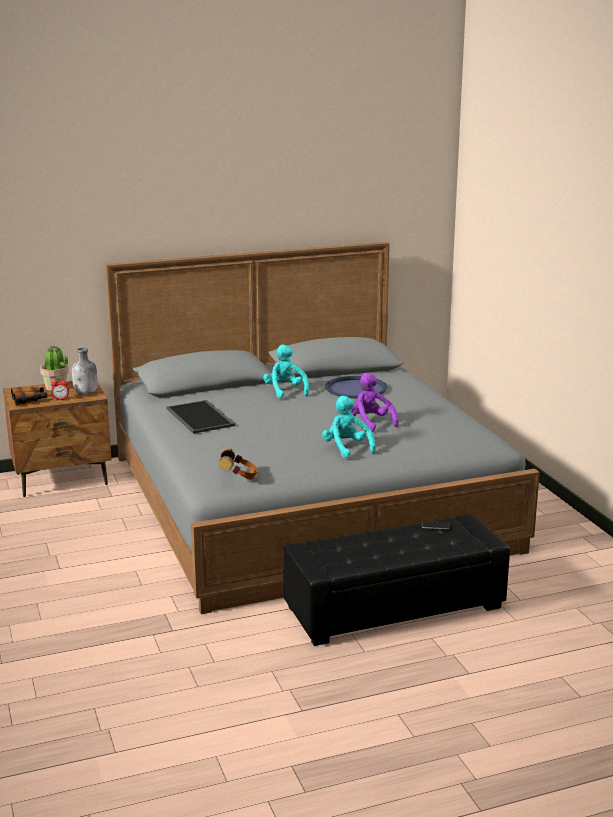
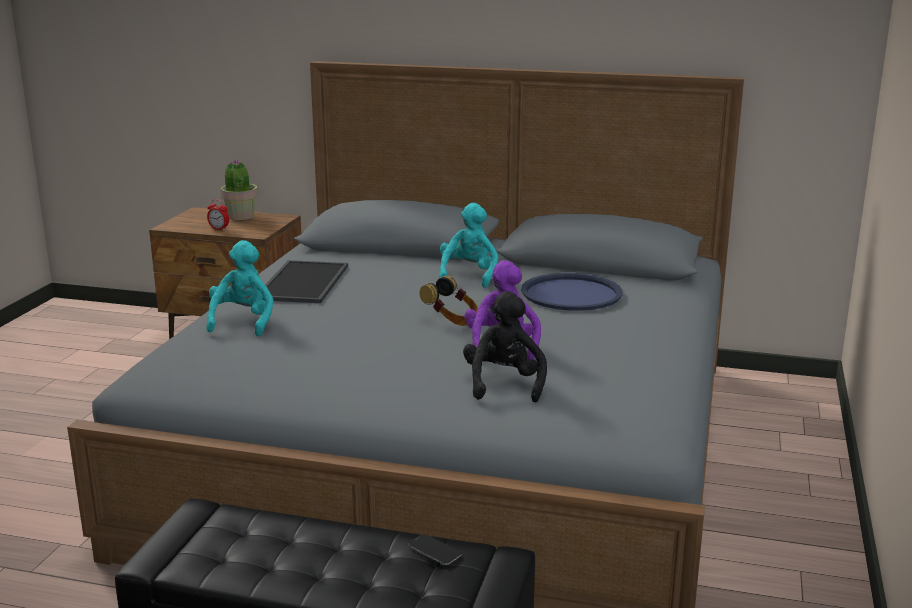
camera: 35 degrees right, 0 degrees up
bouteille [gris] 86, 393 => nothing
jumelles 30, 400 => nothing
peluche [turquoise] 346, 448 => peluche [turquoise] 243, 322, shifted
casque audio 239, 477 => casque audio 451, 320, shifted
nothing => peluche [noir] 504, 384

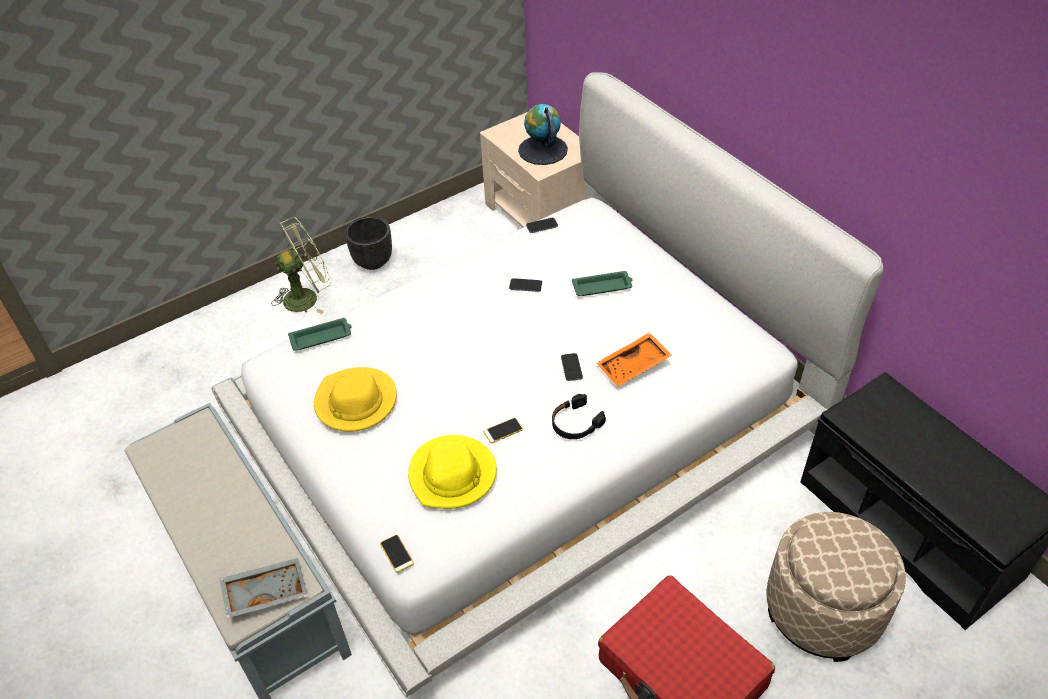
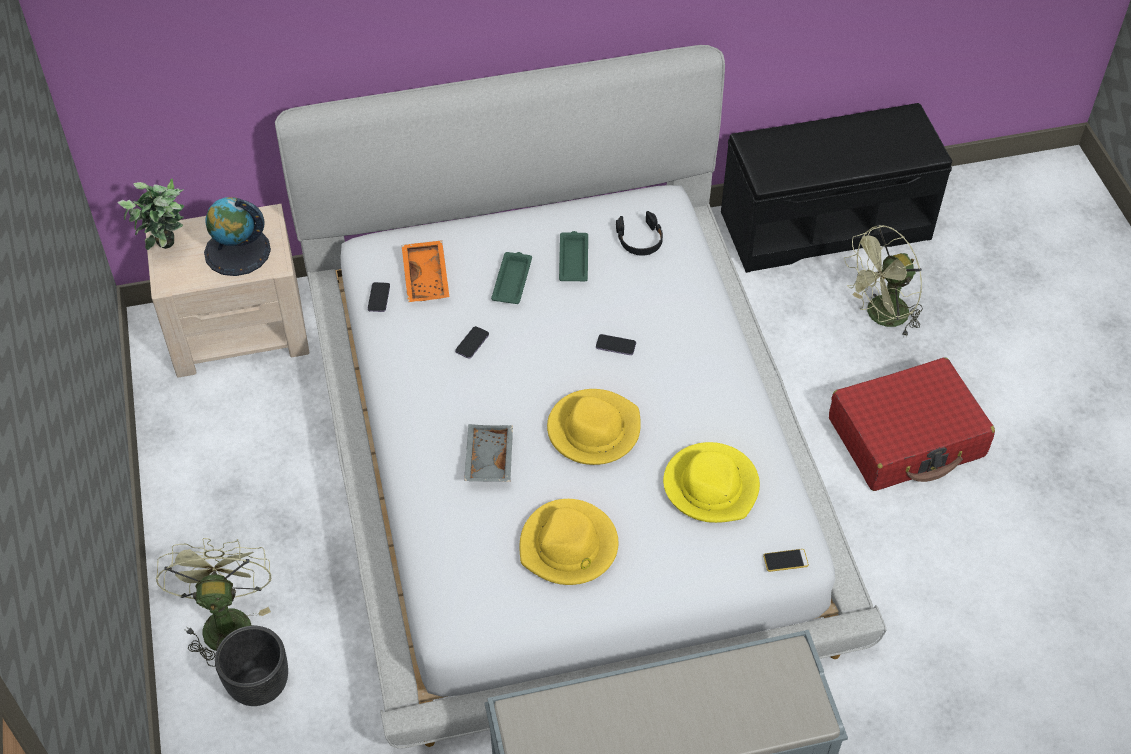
camera: 70 degrees left, 5 degrees up
cache-pot [noir] 373, 261 => cache-pot [noir] 259, 684, shifted
plateau [vert] 322, 337 => plateau [vert] 573, 259, shifted
plateau [orange] 634, 366 => plateau [orange] 427, 278, shifted
casque audio [noir] 575, 423 => casque audio [noir] 640, 240, shifted
téléphone 503, 430 => nothing
pouf [beige] 823, 610 => ventilateur [vert] 880, 317
plateau [gris] 266, 591 => plateau [gris] 487, 459, shifted
nothing => plante en pot 168, 252
nothing => chapeau [jaune] 593, 430

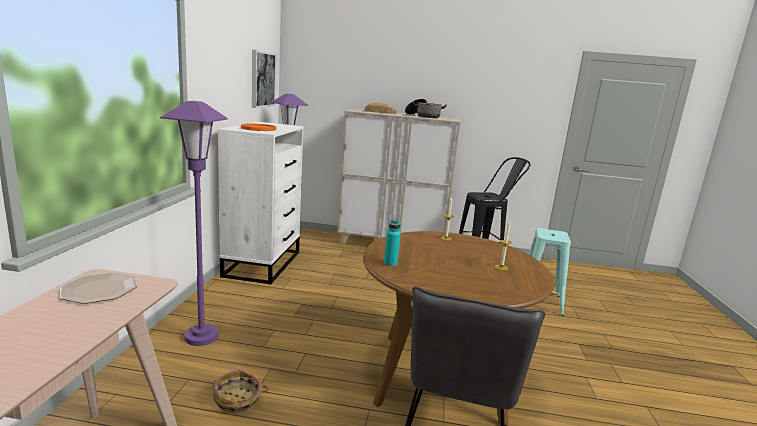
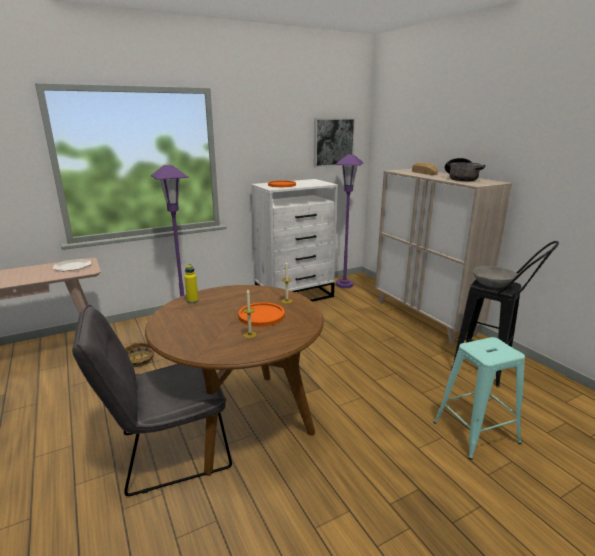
camera: 55 degrees right, 5 degrees up
bouteille [turquoise] 390, 263 => bouteille [jaune] 192, 301
nothing => bol [gris] 492, 284
nothing => assiette [orange] 261, 315

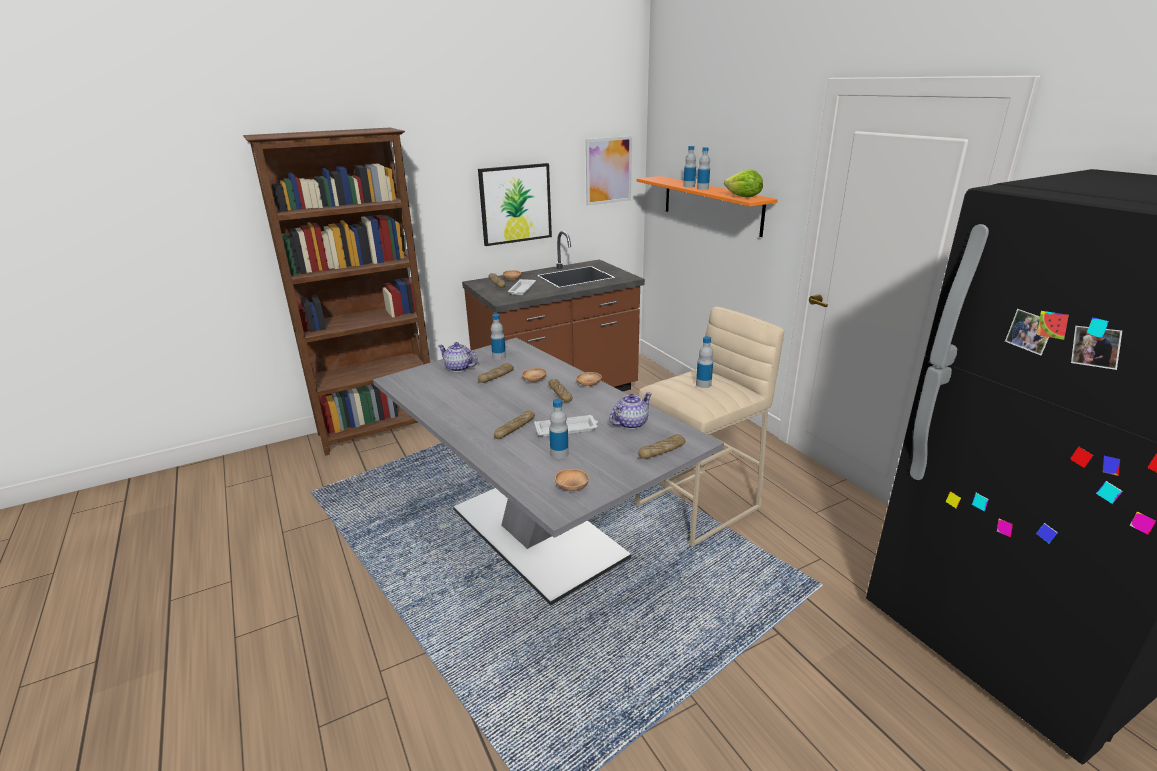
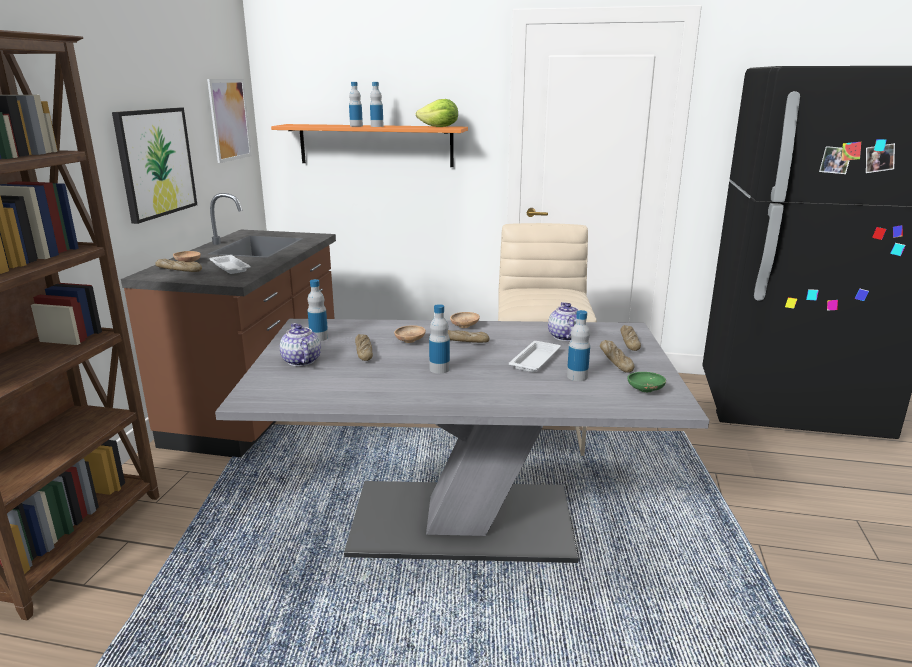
camera: 50 degrees left, 5 degrees down
bouteille 703, 384 => bouteille 439, 369, shifted
théière 459, 368 => théière 301, 361, 90 degrees clockwise
pain 515, 429 => pain 615, 361, shifted
bol [marron] 572, 487 => bol [vert] 645, 390

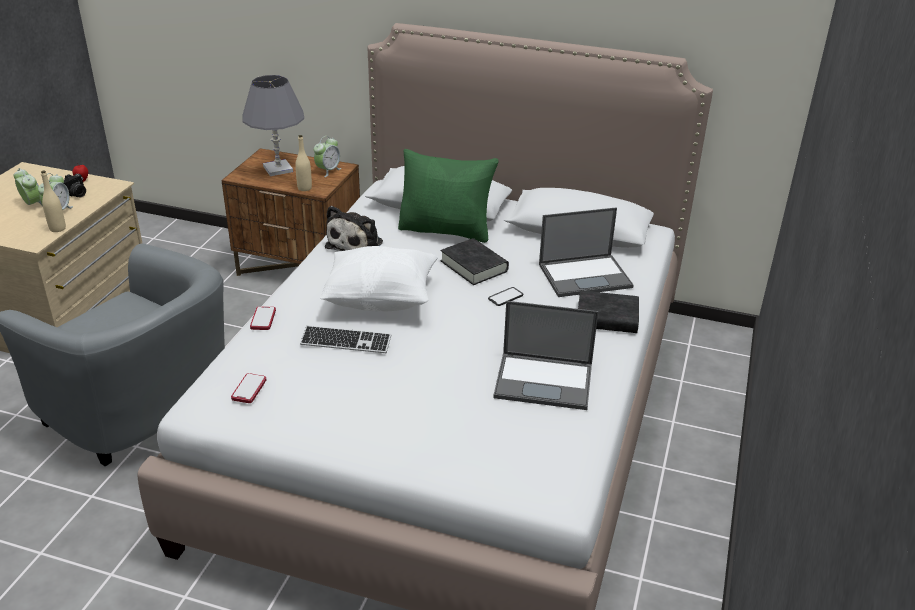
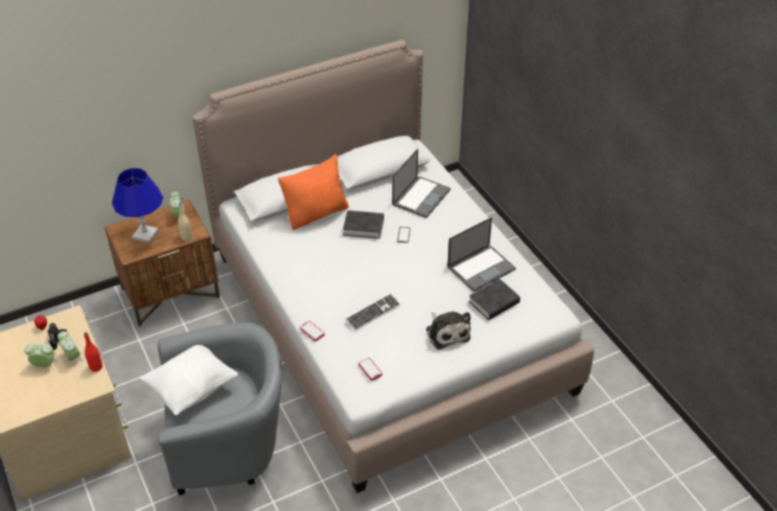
camera: 45 degrees left, 10 degrees up
lampe de table [gris] 278, 169 => lampe de table [bleu] 145, 234
coussin [vert] 446, 230 => coussin [orange] 316, 213
bouteille [beige] 57, 228 => bouteille [rouge] 96, 367
peluche 357, 243 => peluche 447, 332, shifted
coussin [blanc] 381, 299 => coussin [blanc] 192, 388, shifted
livre [noir] 607, 318 => livre [noir] 494, 302, shifted

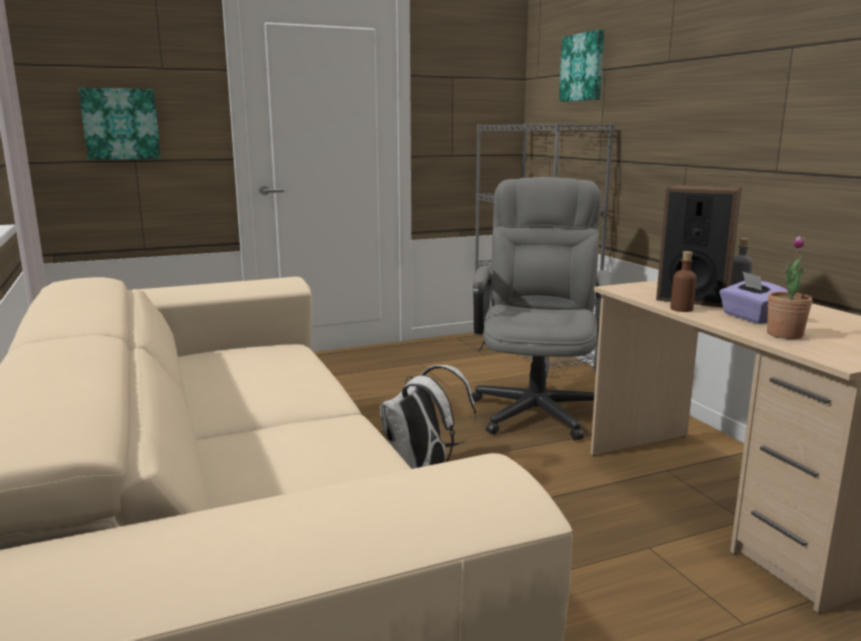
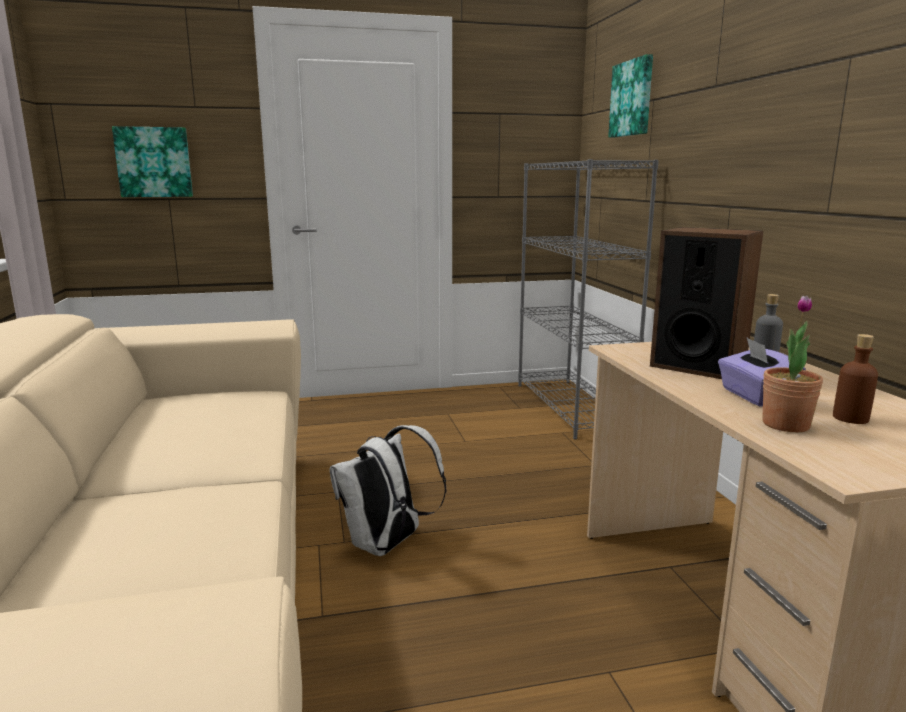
camera: 10 degrees right, 0 degrees up
chaise de bureau [gris] 537, 406 => nothing
bouteille [marron] 681, 309 => bouteille [marron] 850, 418, shifted

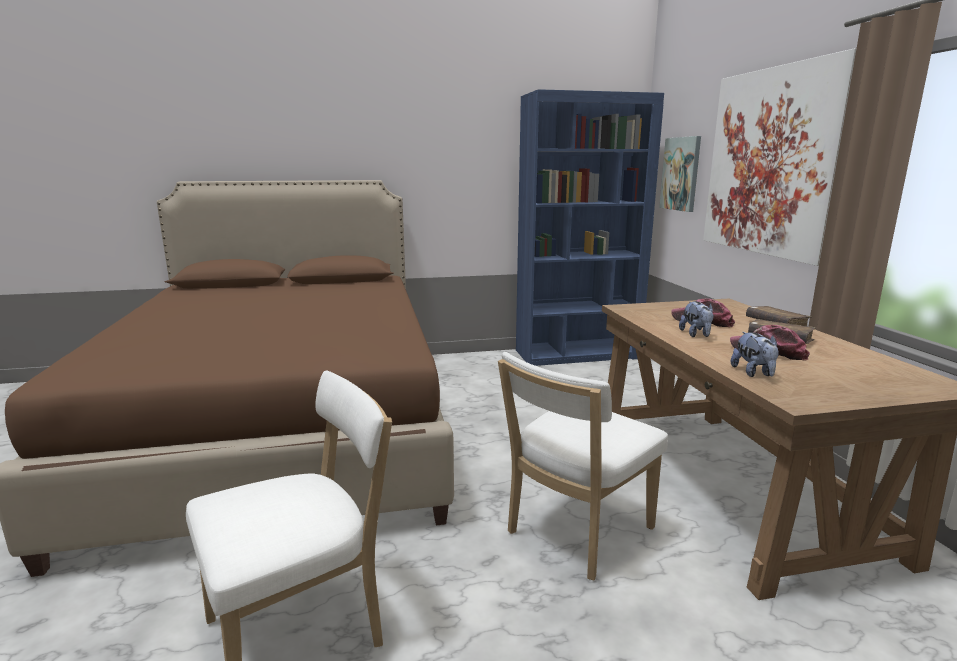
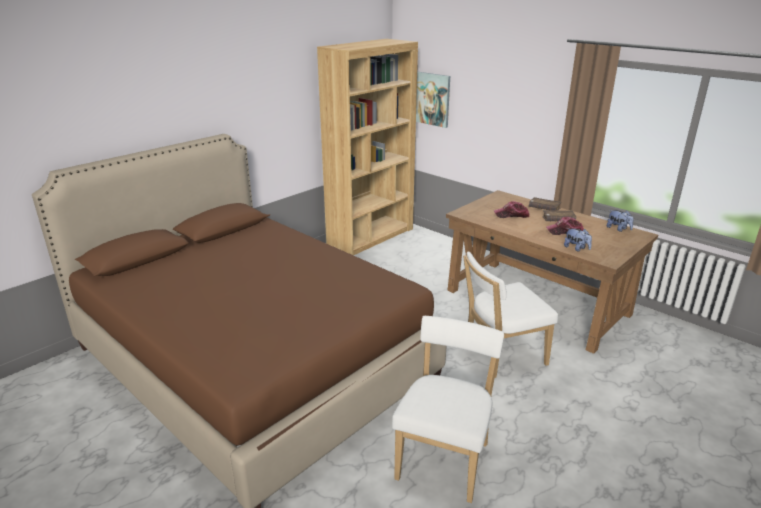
camera: 35 degrees left, 10 degrees up
tableau 771, 162 => nothing
bibliothèque [bleu] 577, 354 => bibliothèque [marron] 371, 236
peluche 696, 335 => peluche 618, 229, shifted
chaise [blanc] 575, 533 => chaise [blanc] 501, 356, 60 degrees clockwise

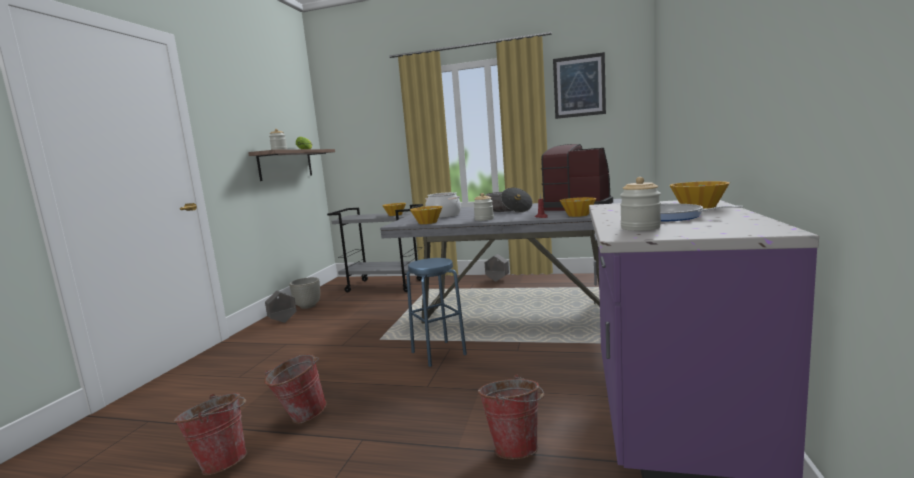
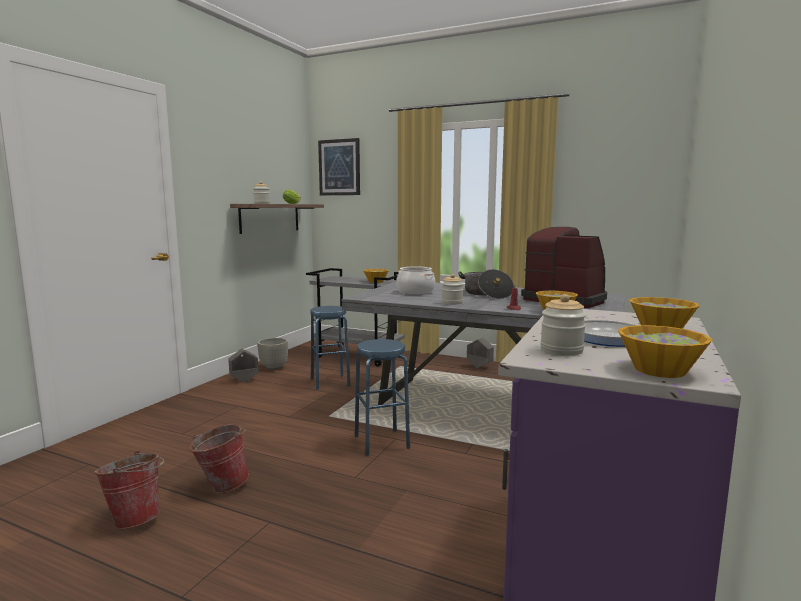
camera: 10 degrees right, 0 degrees up
tableau 579, 86 => tableau 339, 167, shifted
bol 428, 222 => bol 660, 370, shifted
seau 514, 446 => nothing
nothing => tabouret [bleu] 330, 382

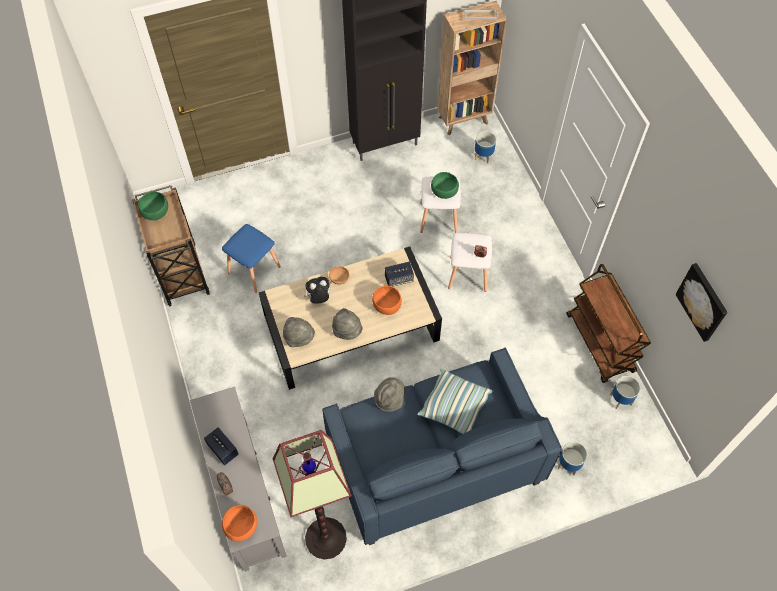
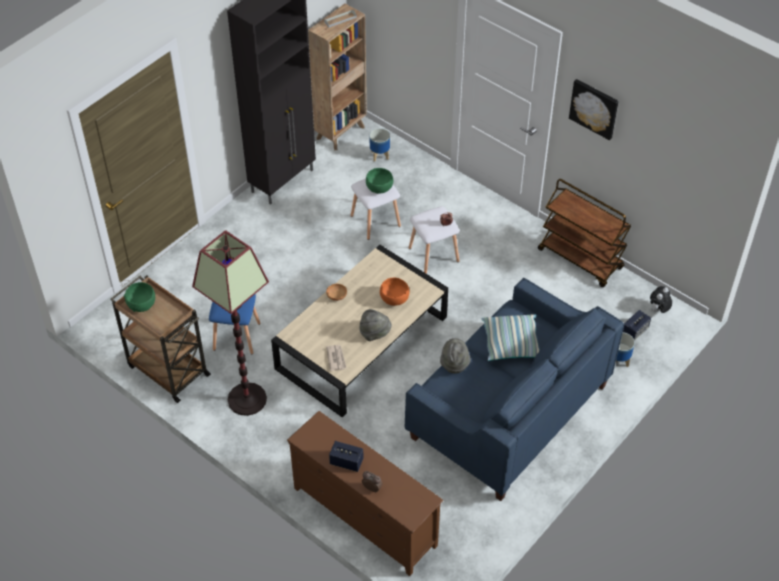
camera: 30 degrees left, 10 degrees down
enceinte 399, 279 => enceinte 635, 331, shifted
tableau 703, 302 => tableau 594, 108, shifted
peluche 319, 298 => peluche 658, 310, shifted
chapeau [gris] 299, 338 => journal 336, 358
cache-pot 620, 399 => nothing
meuble télé [gris] 245, 494 => meuble télé [marron] 364, 517
lampadaire 325, 538 => lampadaire 247, 399, shifted
bol [orange] 241, 527 => nothing

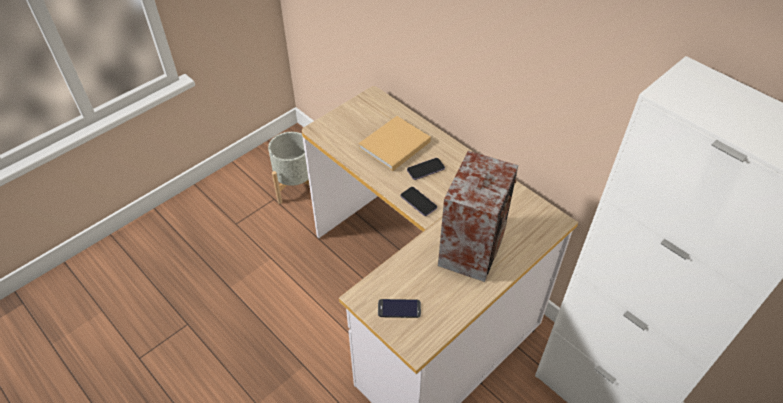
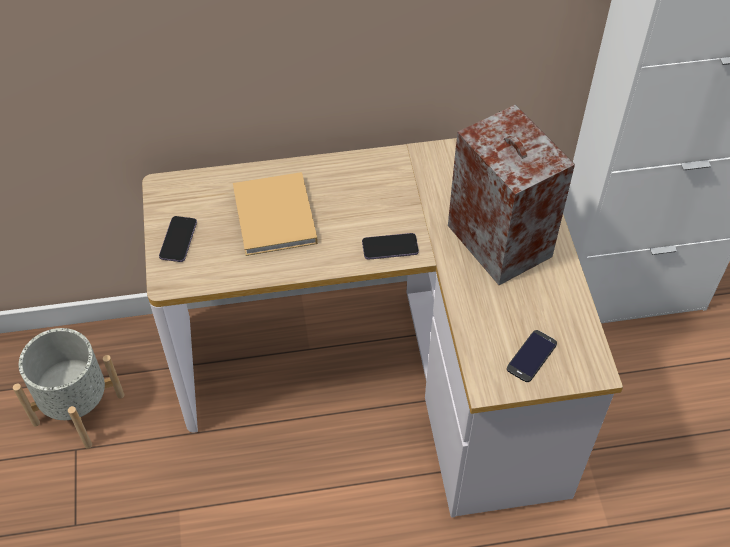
camera: 55 degrees left, 5 degrees up
téléphone 425, 169 => téléphone 178, 240, shifted

